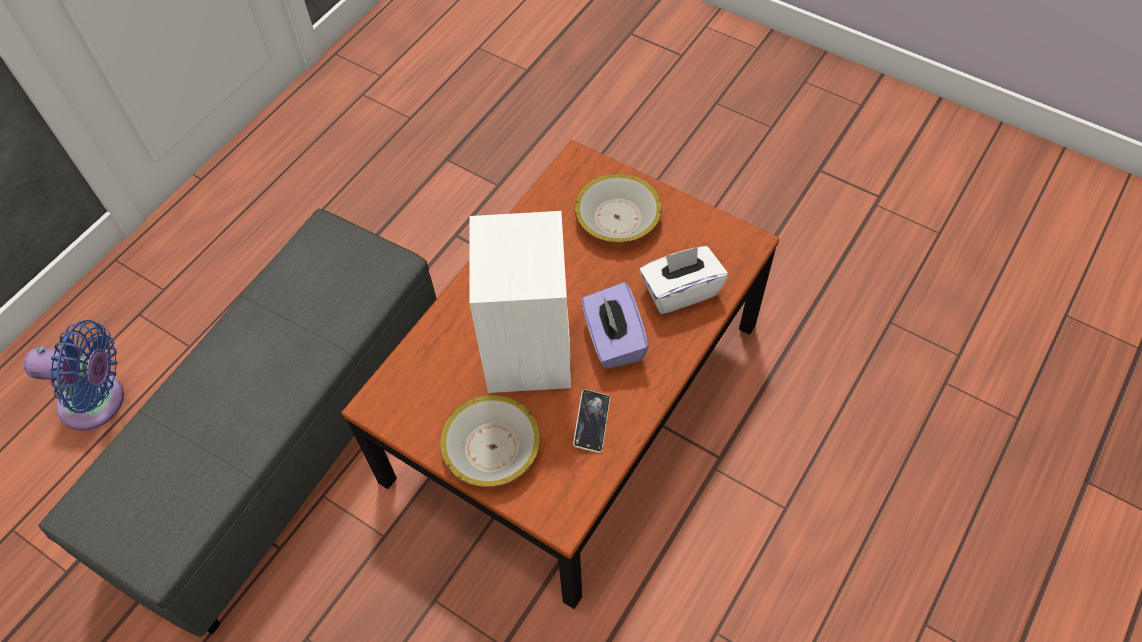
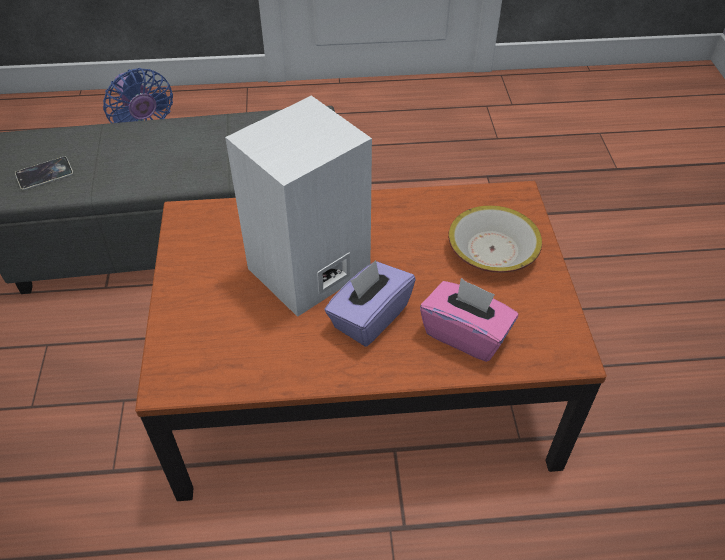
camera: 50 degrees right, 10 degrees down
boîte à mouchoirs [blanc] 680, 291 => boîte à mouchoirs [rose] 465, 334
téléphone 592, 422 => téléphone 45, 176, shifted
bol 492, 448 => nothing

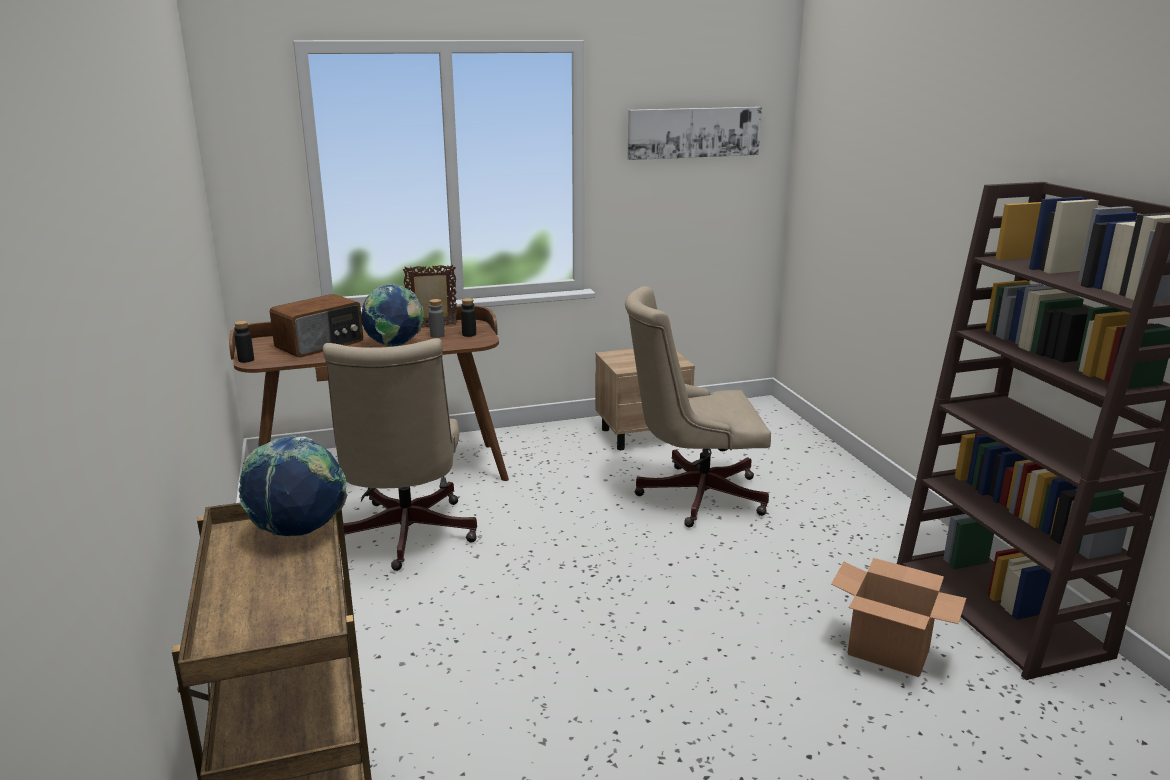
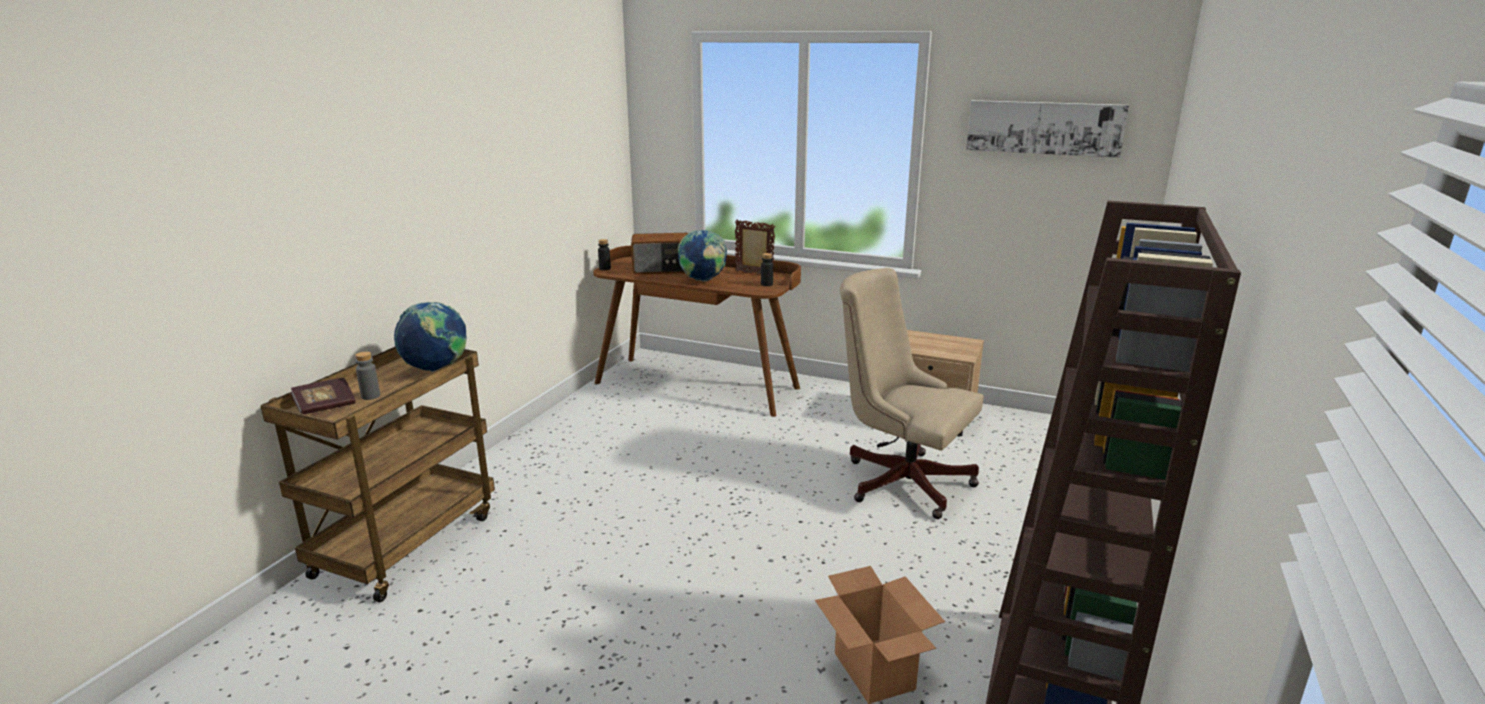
camera: 40 degrees right, 0 degrees up
bouteille [gris] 437, 335 => bouteille [gris] 370, 396, shifted
chaise de bureau [beige] 404, 537 => nothing
nothing => livre 325, 406

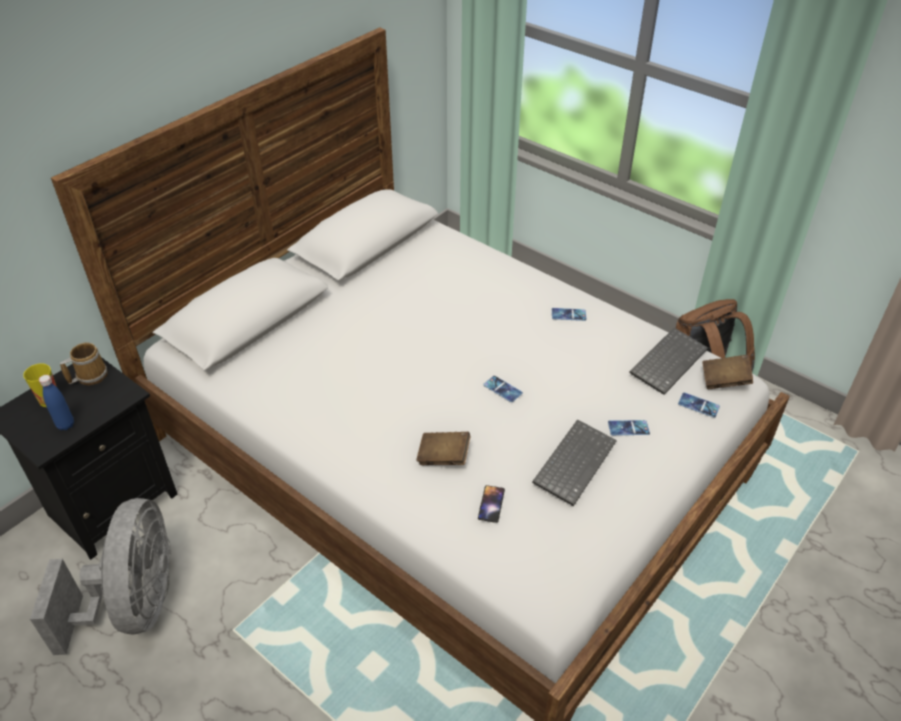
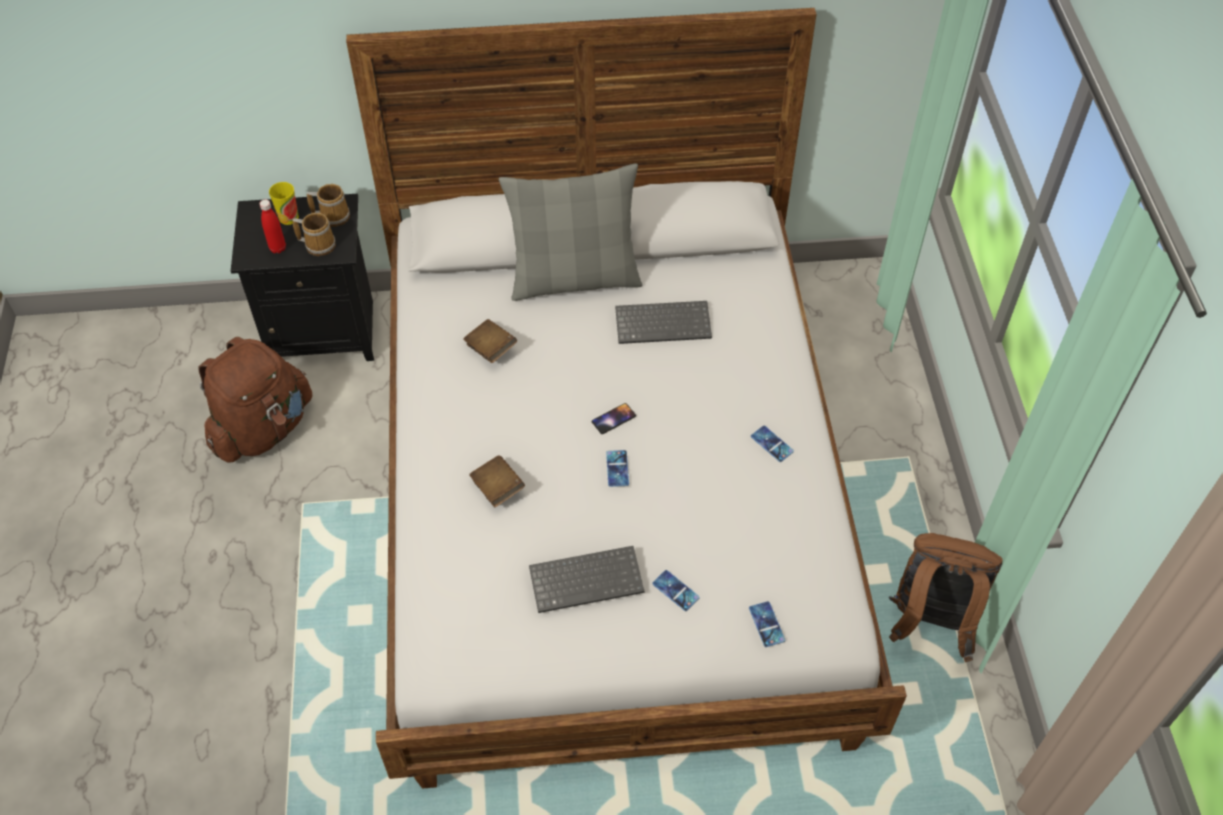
camera: 45 degrees right, 10 degrees up
clavier 667, 361 => clavier 664, 323, shifted
livre [marron] 724, 380 => livre [marron] 490, 349, shifted
bouteille [bleu] 65, 425 => bouteille [rouge] 278, 248
téléphone 491, 504 => téléphone 613, 419, shifted
ventilateur [gris] 135, 605 => sac à dos [marron] 263, 429
nothing => coussin [gris] 574, 278
nothing => mug 319, 244

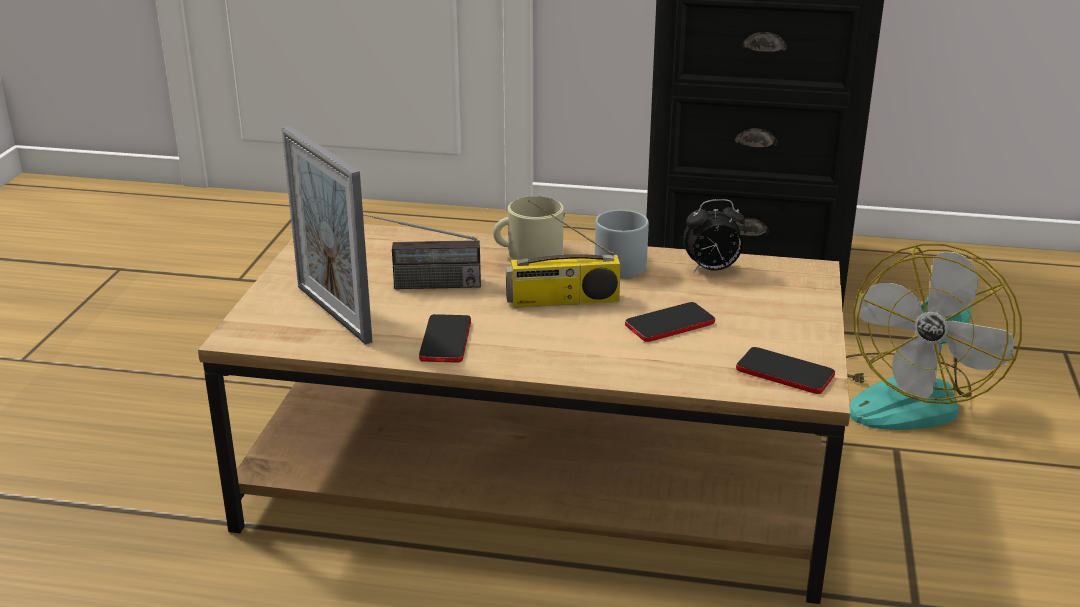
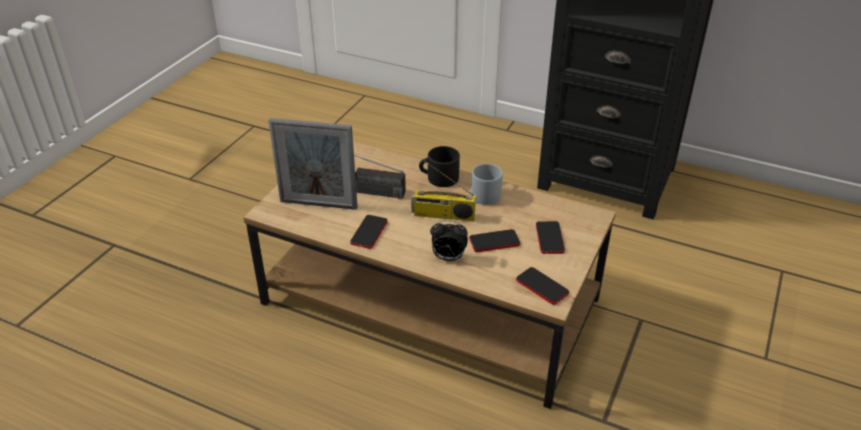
camera: 15 degrees right, 10 degrees up
cadre photo 333, 313 => cadre photo 318, 204, 60 degrees counterclockwise
mug [beige] 528, 253 => mug [noir] 439, 178
réveil 711, 270 => réveil 448, 258, shifted
ventilateur 912, 396 => nothing
nothing => téléphone 549, 238

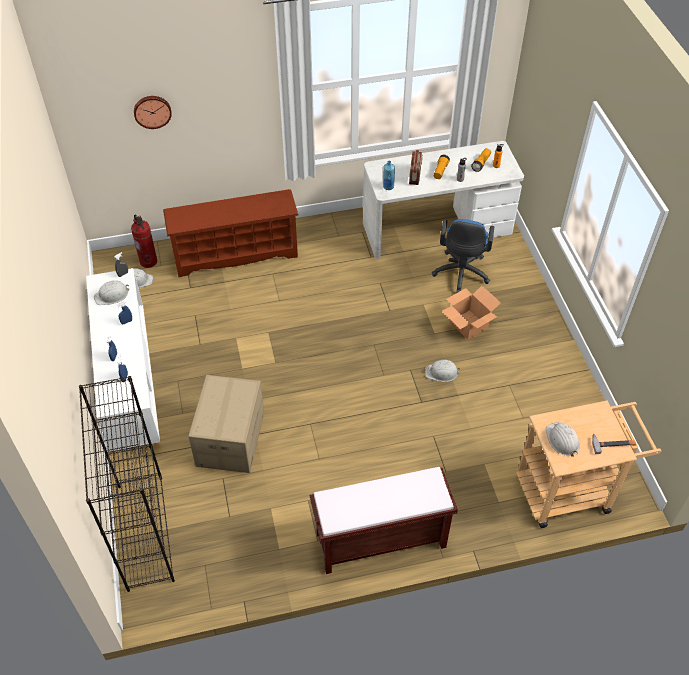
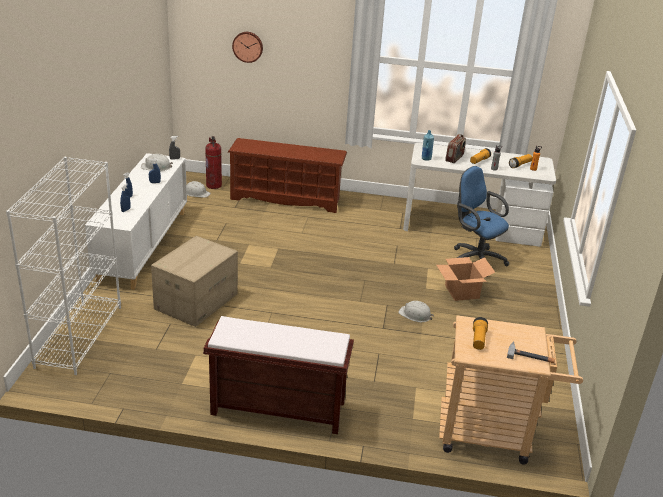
camera: 20 degrees right, 20 degrees down
chaise de bureau [bleu] 460, 275 => chaise de bureau [bleu] 475, 259, 105 degrees clockwise
bibliothèque [noir] 144, 531 => bibliothèque [blanc] 79, 336
casque de chantier [blanc] 562, 440 => lampe de poche 478, 339

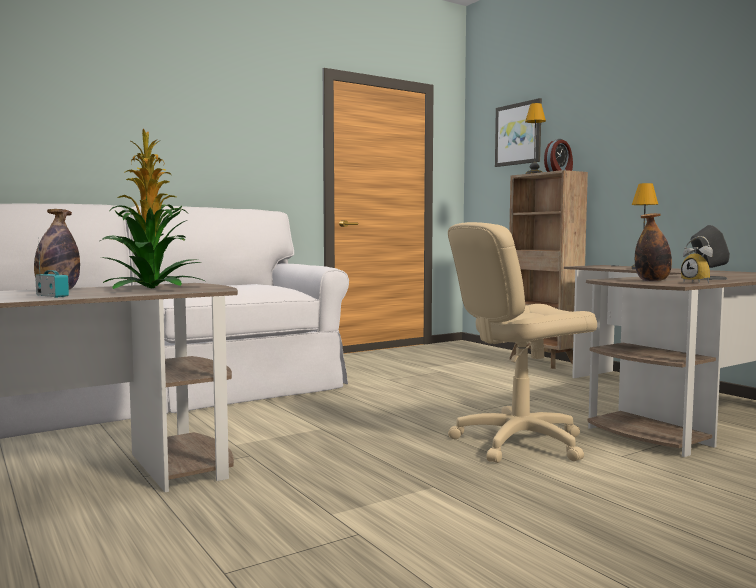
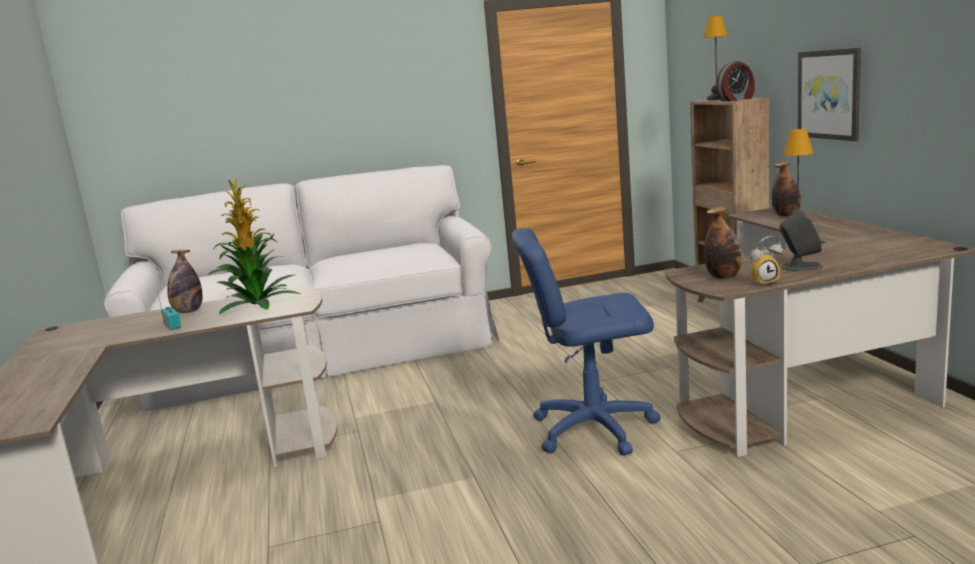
camera: 20 degrees right, 10 degrees up
tableau 518, 134 => tableau 829, 94, shifted
chaise de bureau [beige] 518, 442 => chaise de bureau [bleu] 593, 428
réveil 699, 282 => réveil 764, 282, 90 degrees counterclockwise
nothing => bouteille 786, 215

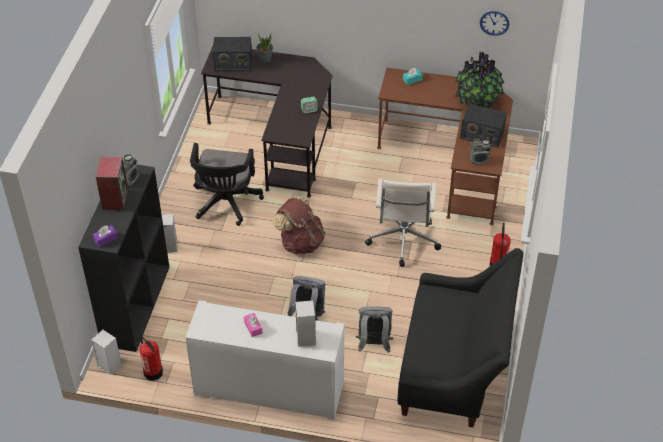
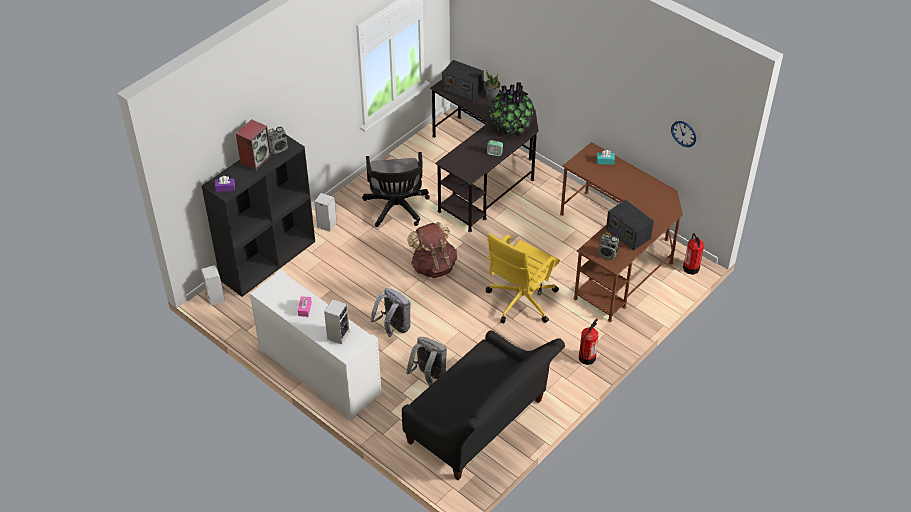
camera: 30 degrees right, 0 degrees up
plante en pot 478, 101 => plante en pot 510, 128, shifted
chaise de bureau [noir] 225, 204 => chaise de bureau [noir] 396, 209, 45 degrees counterclockwise
chaise de bureau [blanc] 403, 240 => chaise de bureau [jaune] 520, 301
extincteur 153, 372 => extincteur 691, 268, shifted

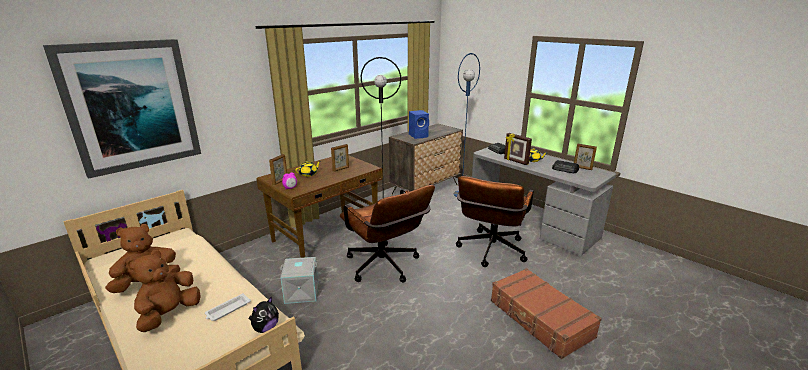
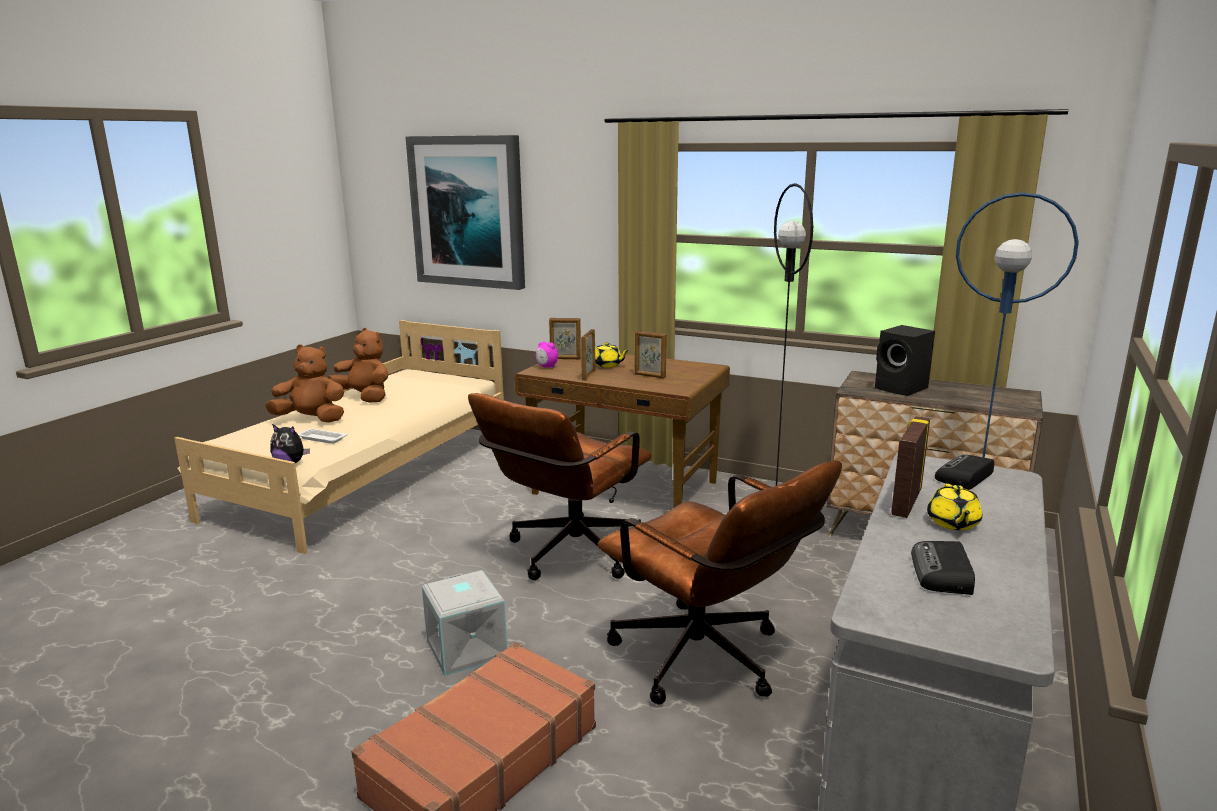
camera: 70 degrees right, 5 degrees down
enceinte [bleu] 419, 136 => enceinte [noir] 902, 389
cadre photo 582, 168 => cadre photo 588, 376, shifted
chaise de bureau [marron] 490, 252 => chaise de bureau [marron] 708, 663, 135 degrees counterclockwise
boîte de rangement [gris] 301, 293 => boîte de rangement [gris] 465, 649, shifted

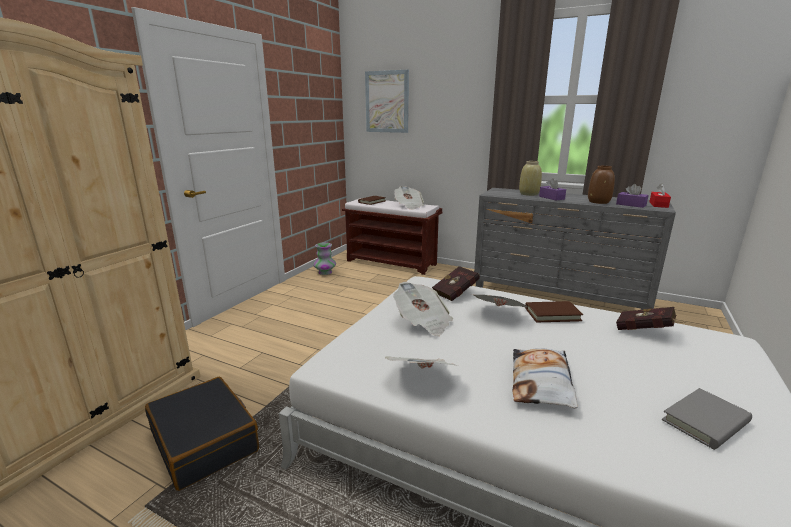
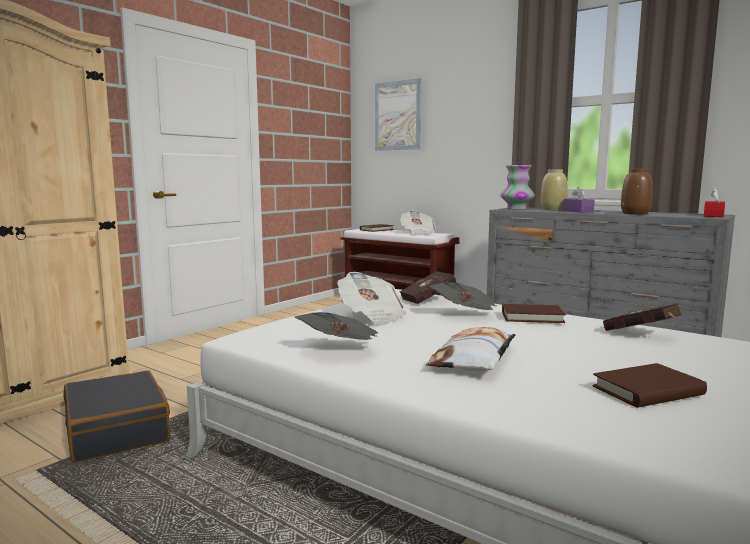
camera: 10 degrees right, 10 degrees down
boîte à mouchoirs [violet] 631, 205 => nothing
vase 325, 272 => vase 517, 209, shifted
livre [gris] 705, 421 => livre [marron] 648, 391

